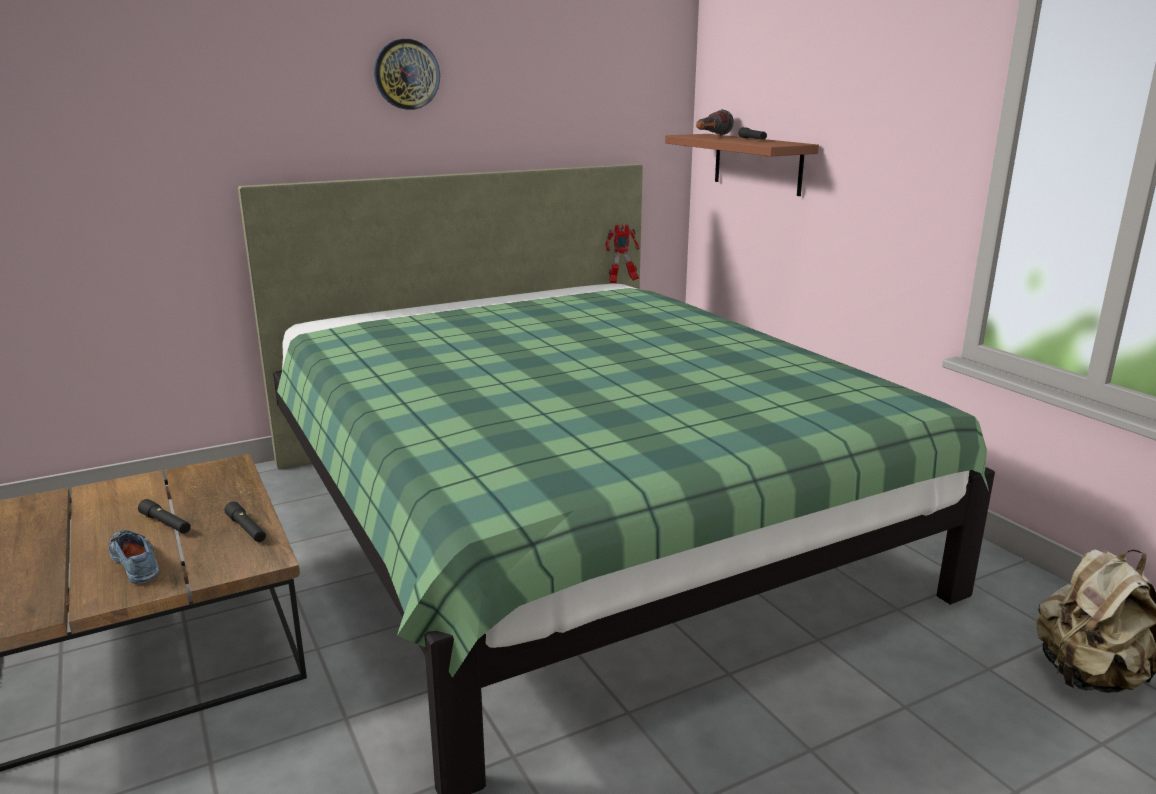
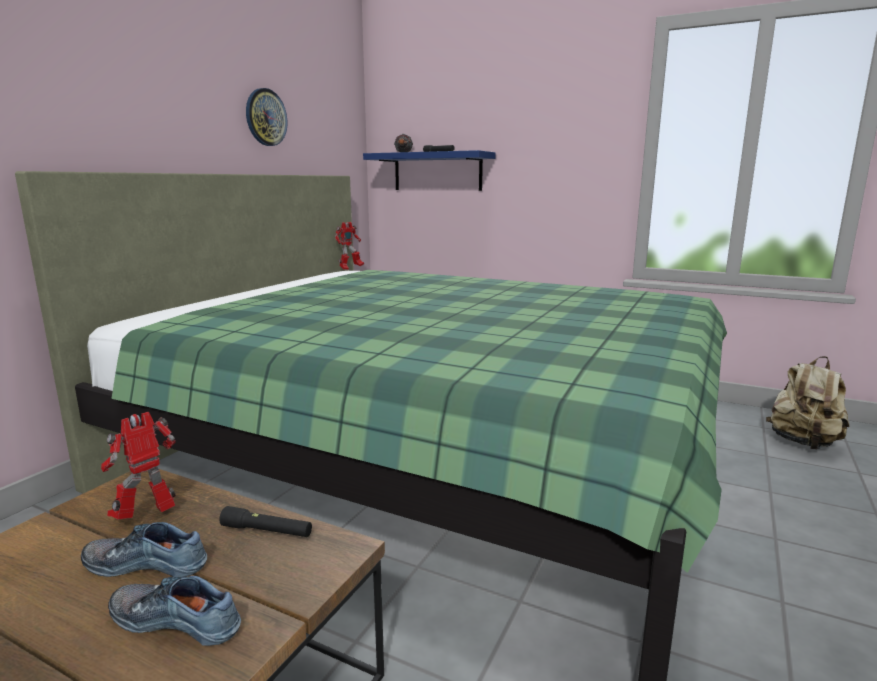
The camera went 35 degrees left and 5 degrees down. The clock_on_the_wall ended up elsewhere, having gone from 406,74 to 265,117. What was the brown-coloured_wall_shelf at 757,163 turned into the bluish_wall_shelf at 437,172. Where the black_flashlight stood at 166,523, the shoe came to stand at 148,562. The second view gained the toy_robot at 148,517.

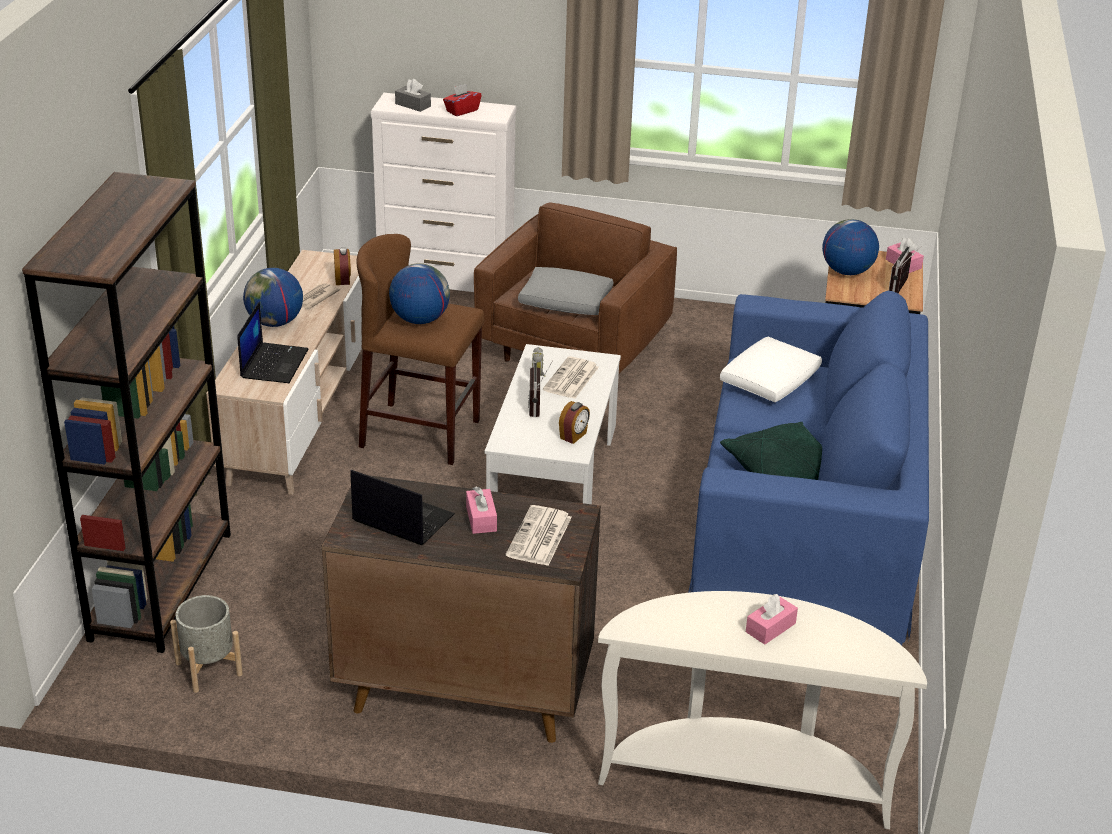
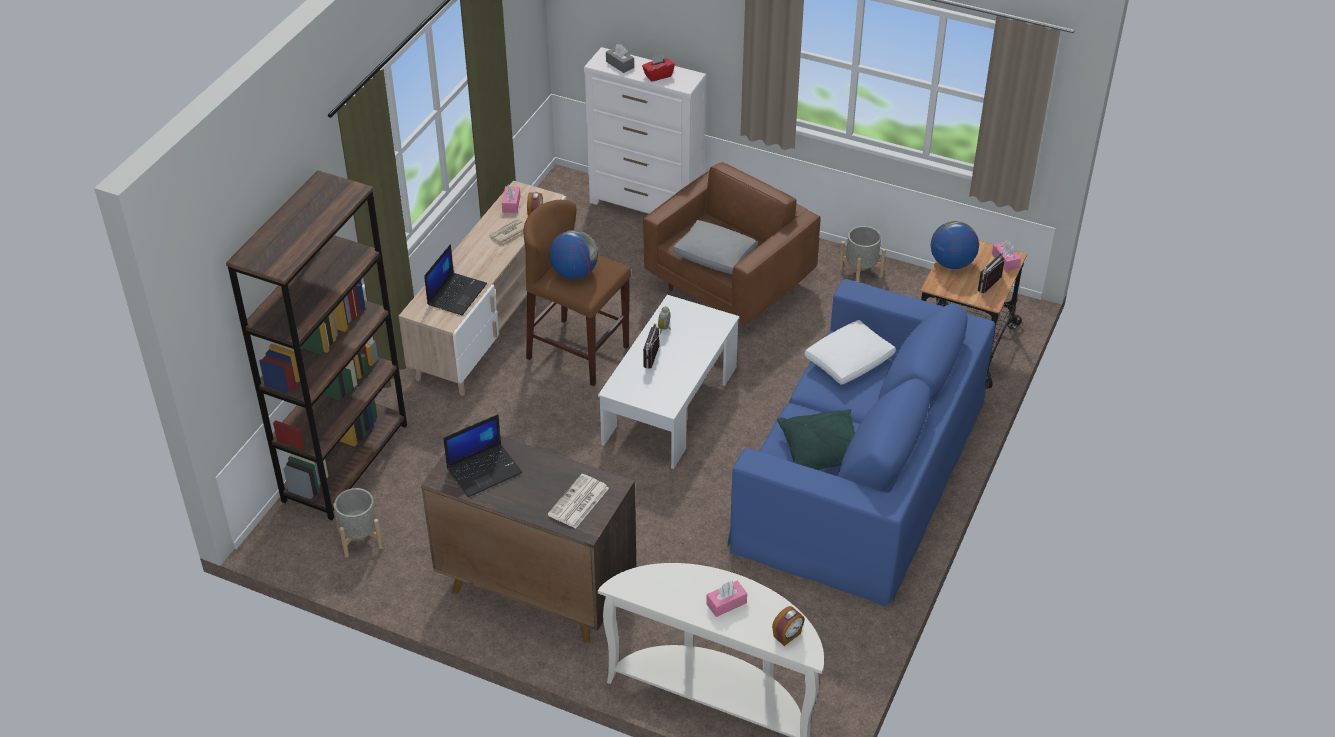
The camera went 15 degrees right and 10 degrees up. The second view lost the globe at 275,323. The second view lost the newspaper at 571,379. The alarm_clock ended up elsewhere, having gone from 574,436 to 787,635. The notebook_computer at 401,518 ended up facing another way, 105 degrees clockwise from before. The pink_tissue_holder ended up elsewhere, having gone from 481,519 to 511,204. The second view gained the grey_plant_pot at 860,272.

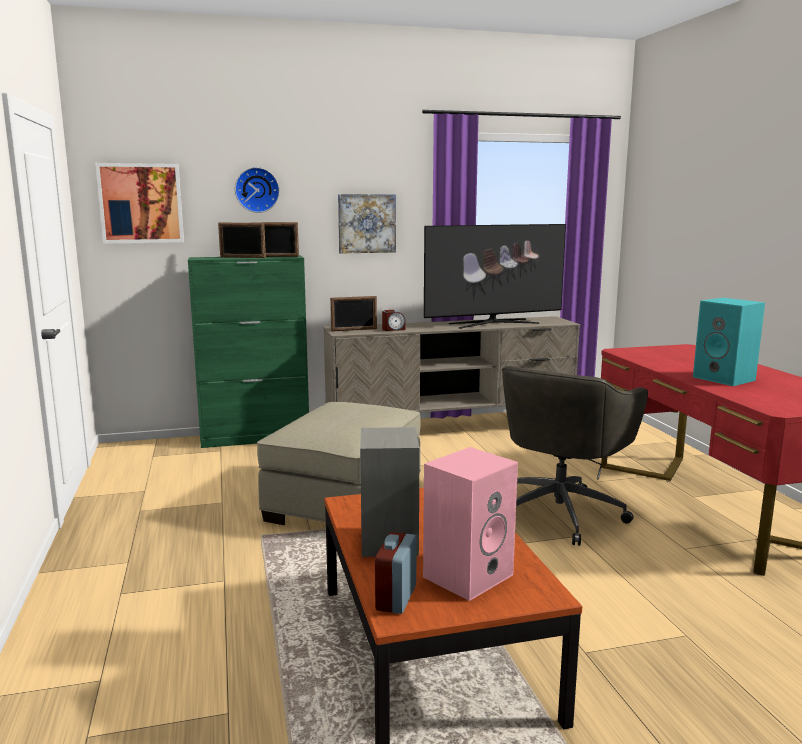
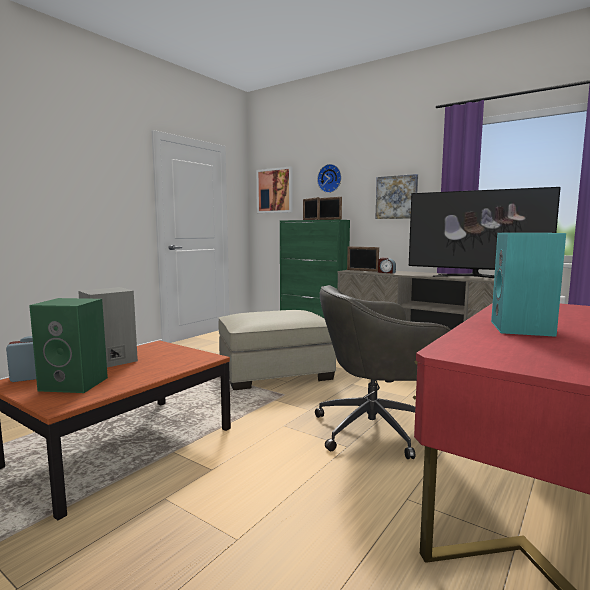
The camera went 50 degrees right and 5 degrees down. What was the pink_loudspeaker at 468,574 turned into the green_loudspeaker at 76,384.

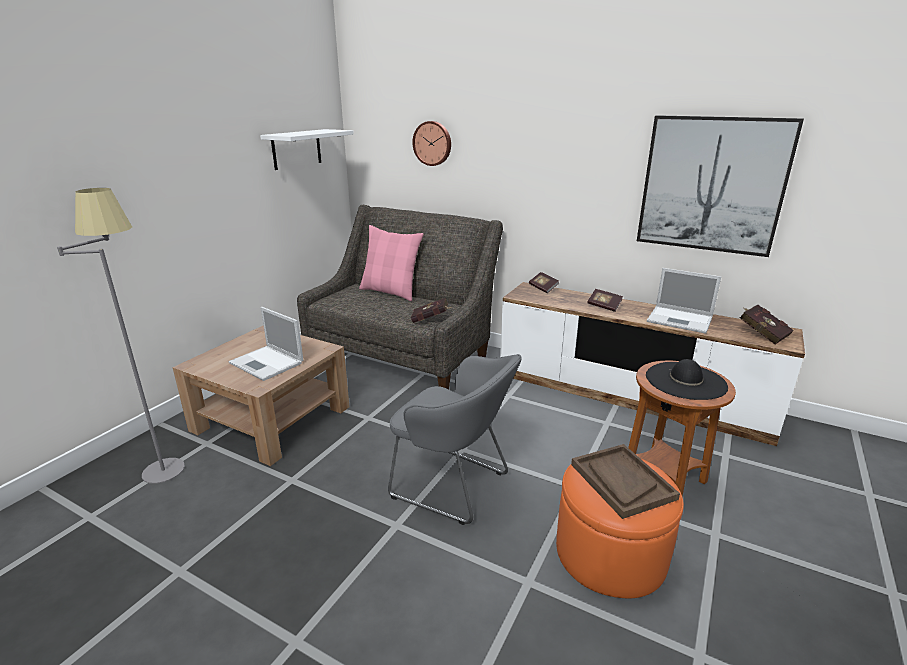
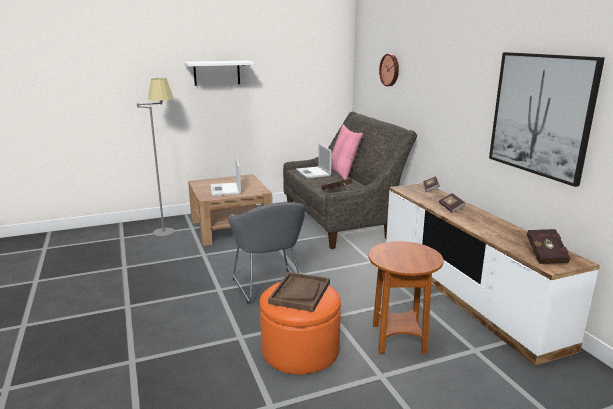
The camera went 40 degrees right and 5 degrees down. The whitish_wall_shelf ended up elsewhere, having gone from 296,149 to 217,73. The notebook_computer ended up elsewhere, having gone from 681,320 to 313,173. The second view lost the black_hat at 685,381.

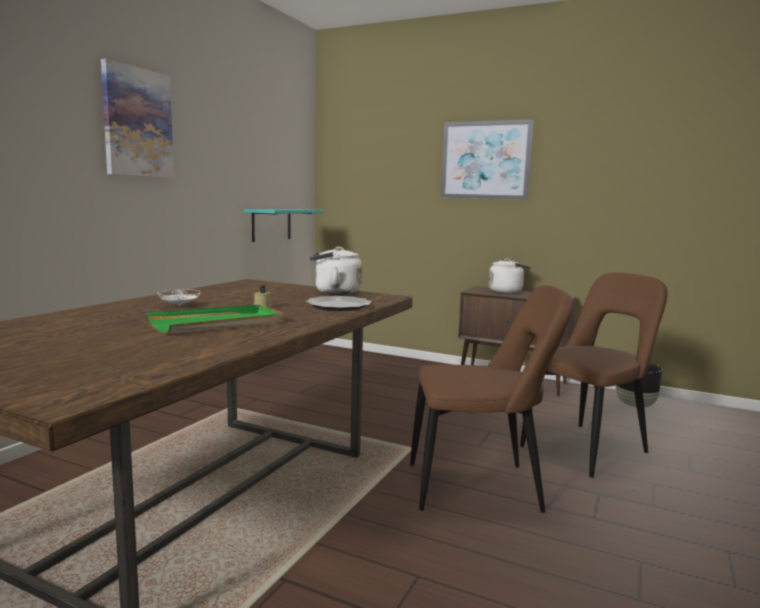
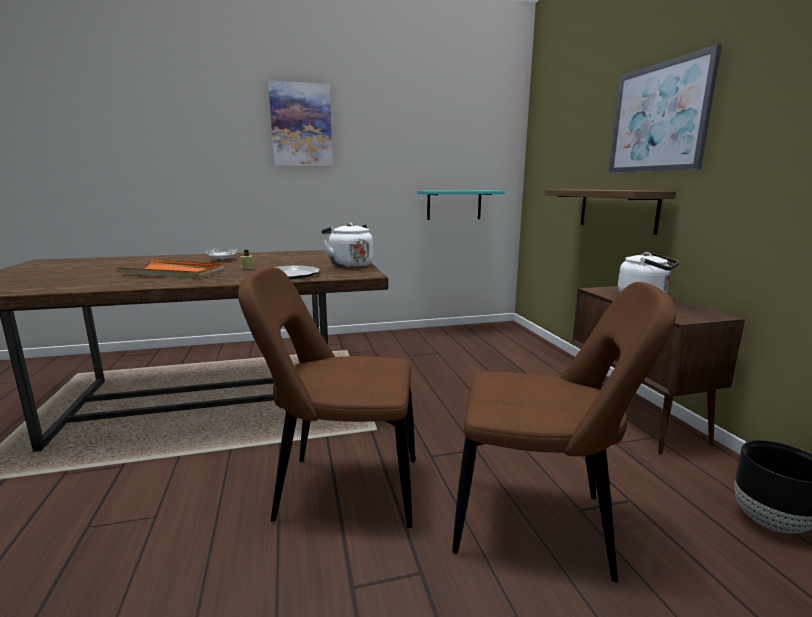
The camera went 50 degrees right and 5 degrees up. The brown-coloured_plain_chair at 480,487 ended up facing another way, 135 degrees clockwise from before. What was the green_tray at 218,323 turned into the orange_tray at 173,273. The second view gained the wall_shelf at 617,209.

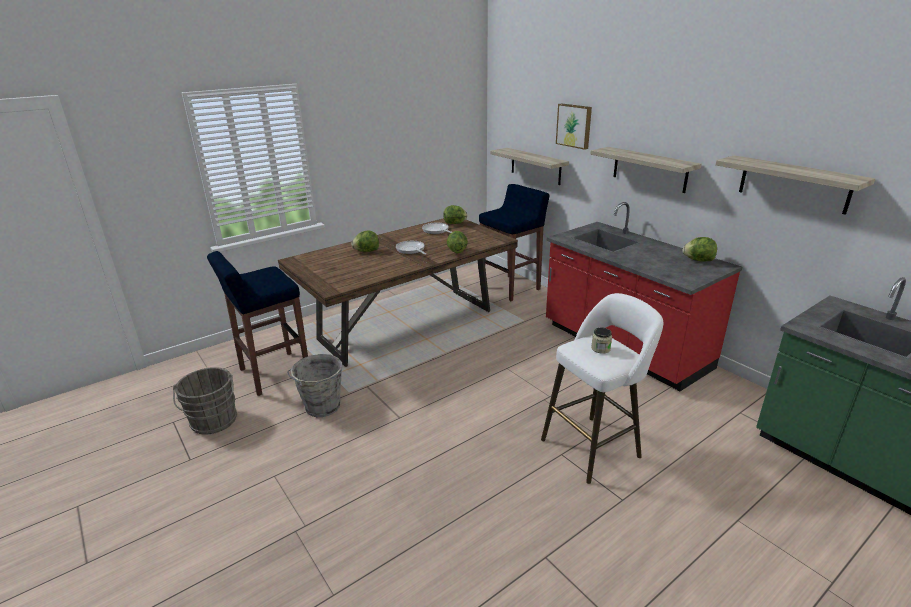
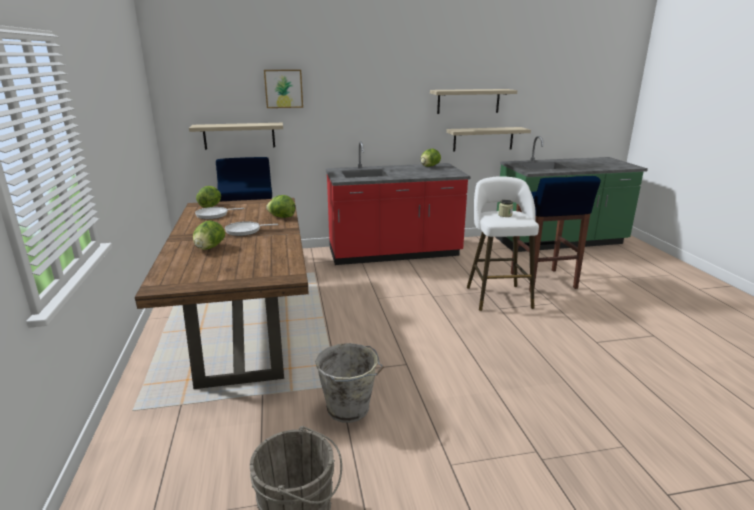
The camera went 65 degrees left and 5 degrees down. The wall_shelf ended up elsewhere, having gone from 649,169 to 483,139. The bluish_sitting_stool ended up elsewhere, having gone from 273,373 to 543,281.

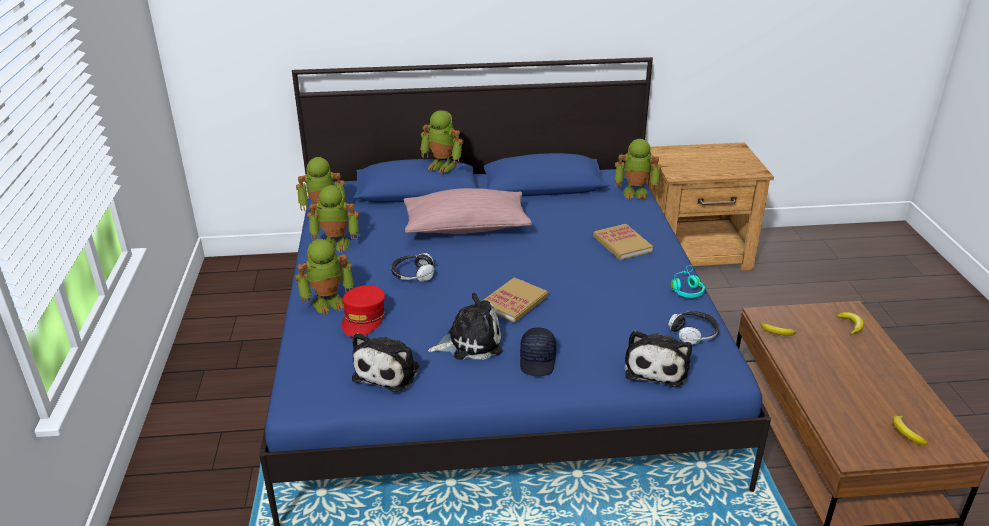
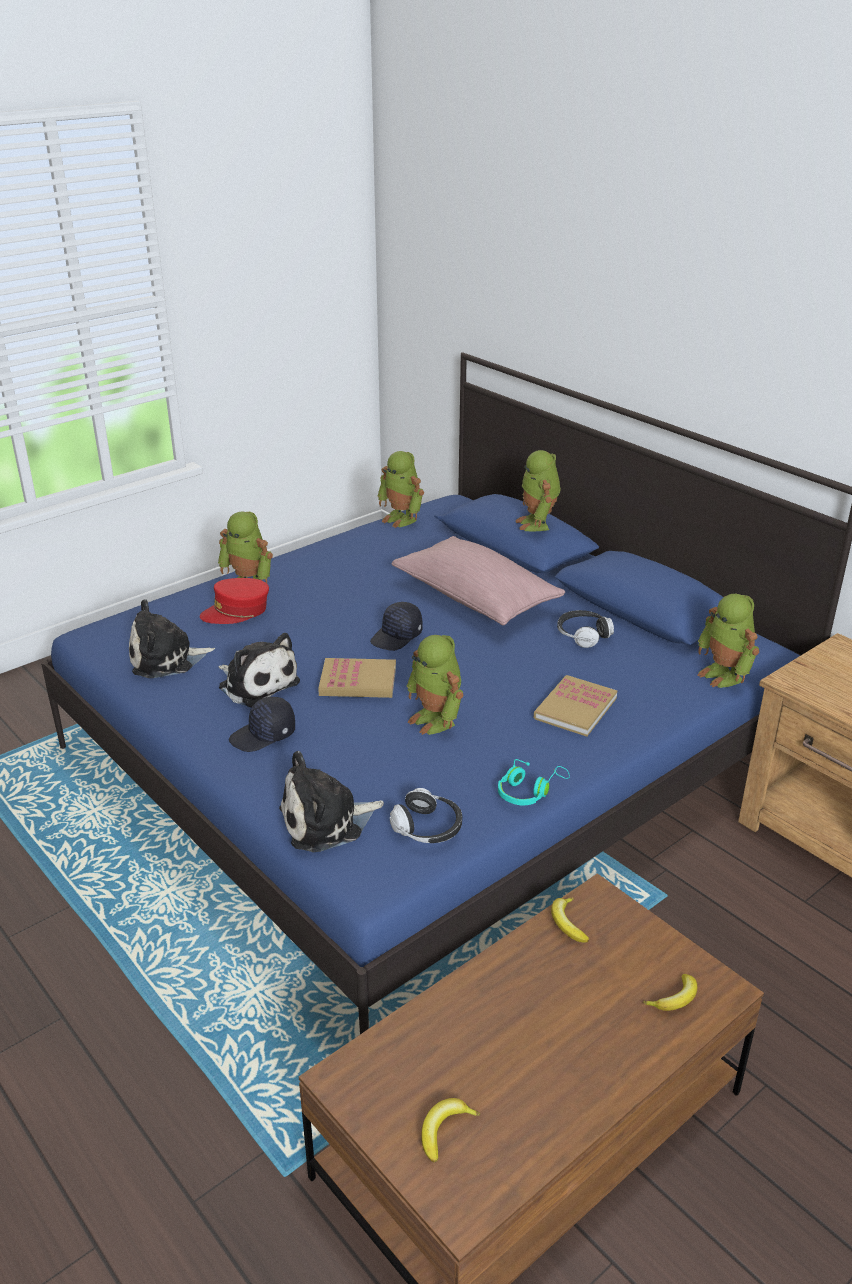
The camera went 55 degrees right and 0 degrees up. The toy_robot ended up elsewhere, having gone from 336,243 to 436,719. The pair_of_headphones ended up elsewhere, having gone from 413,275 to 583,635. The second view gained the black_baseball_cap at 397,637.

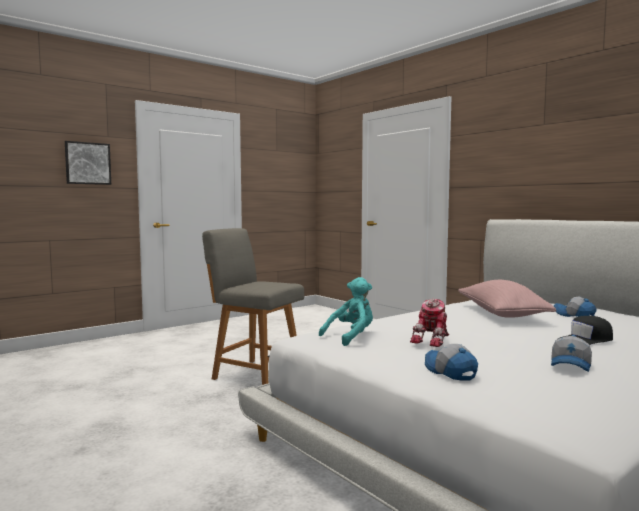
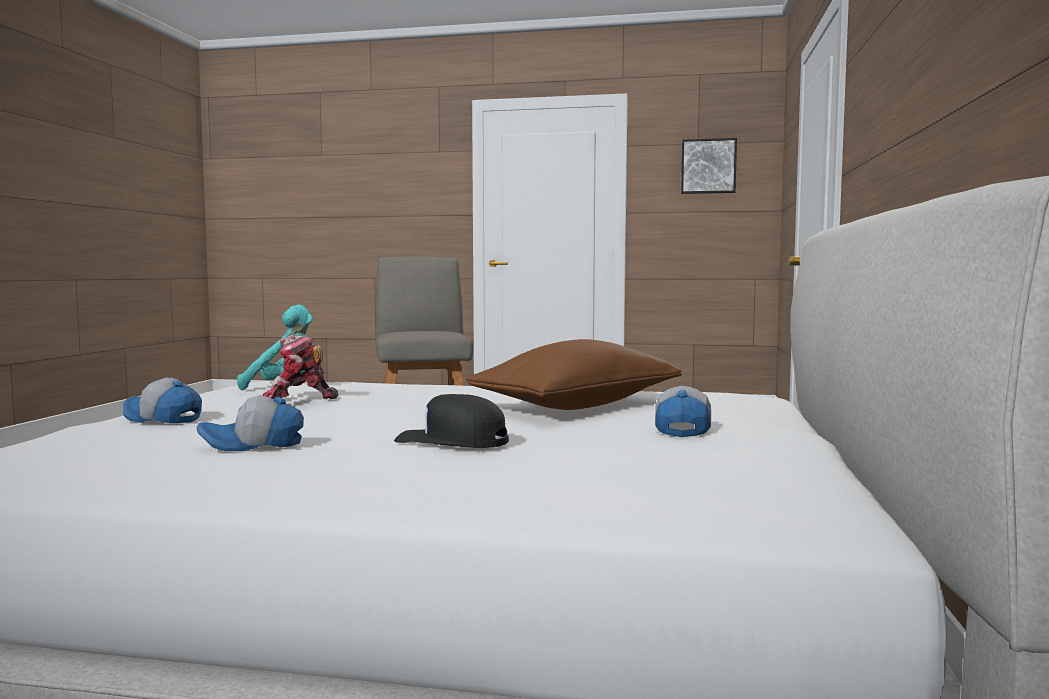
The camera went 50 degrees right and 0 degrees up. The wall_picture ended up elsewhere, having gone from 87,163 to 708,166. What was the pink_cushion at 501,314 turned into the brown-coloured_cushion at 577,406. The baseball_cap at 449,372 ended up facing another way, 90 degrees counterclockwise from before.

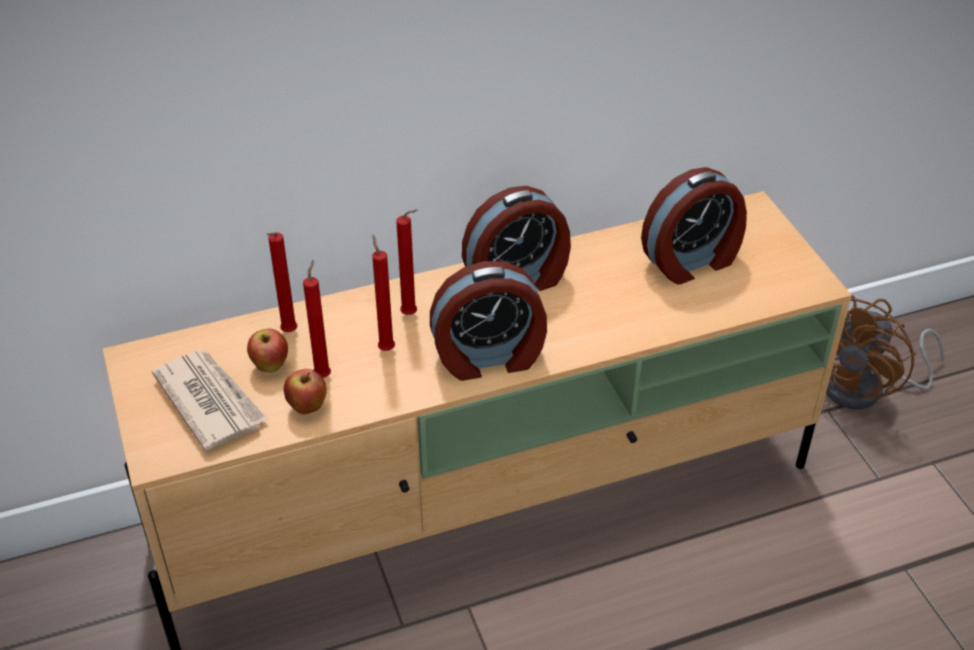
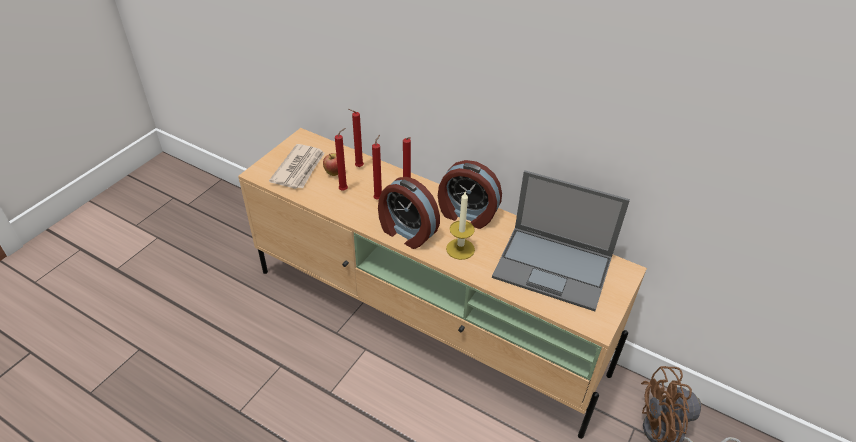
The camera went 50 degrees right and 0 degrees up. Where the alarm_clock stood at 692,261, the notebook_computer came to stand at 554,267. The second view lost the apple at 307,407. The second view gained the candle at 460,249.

